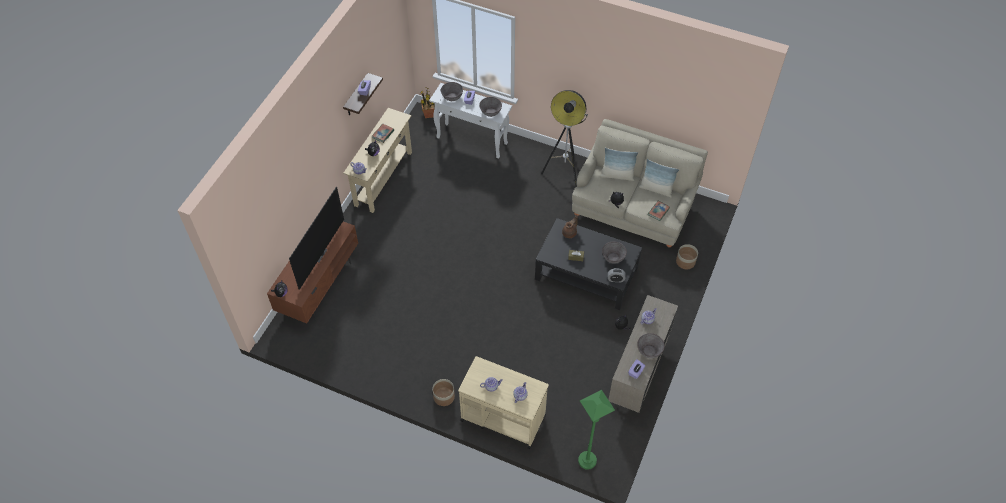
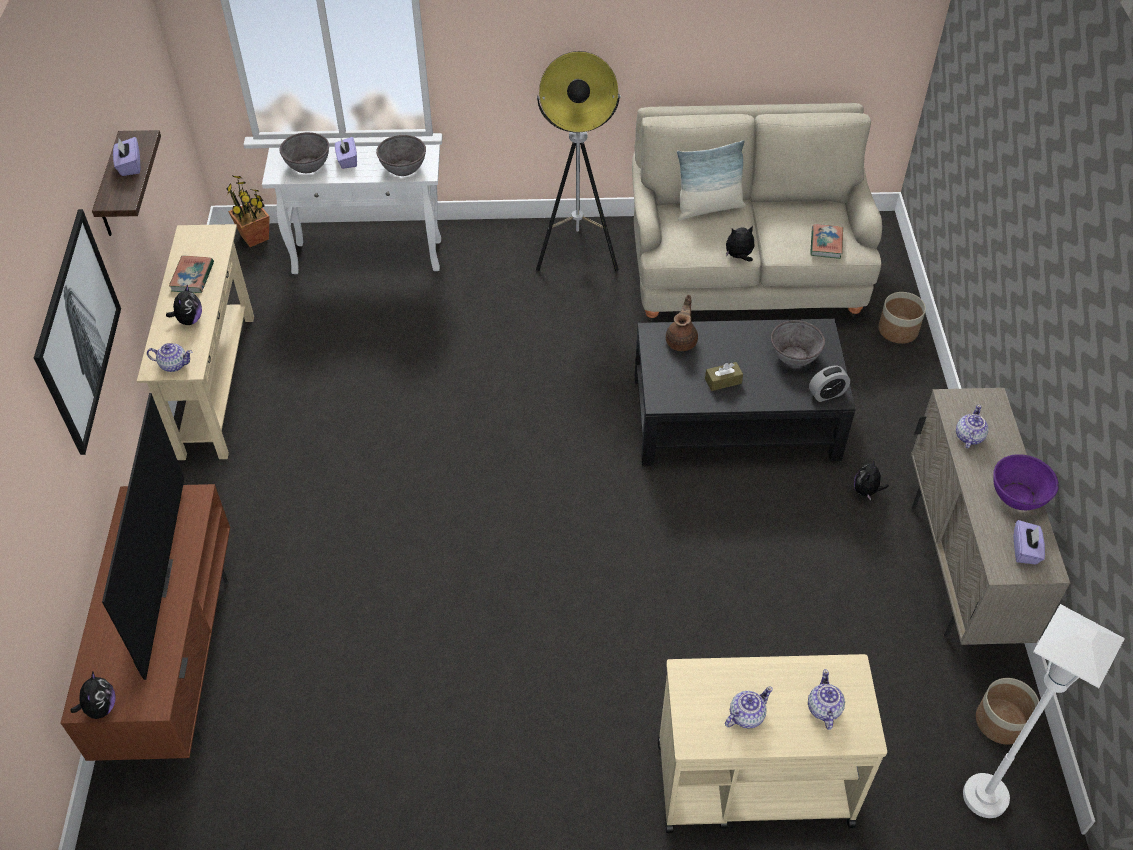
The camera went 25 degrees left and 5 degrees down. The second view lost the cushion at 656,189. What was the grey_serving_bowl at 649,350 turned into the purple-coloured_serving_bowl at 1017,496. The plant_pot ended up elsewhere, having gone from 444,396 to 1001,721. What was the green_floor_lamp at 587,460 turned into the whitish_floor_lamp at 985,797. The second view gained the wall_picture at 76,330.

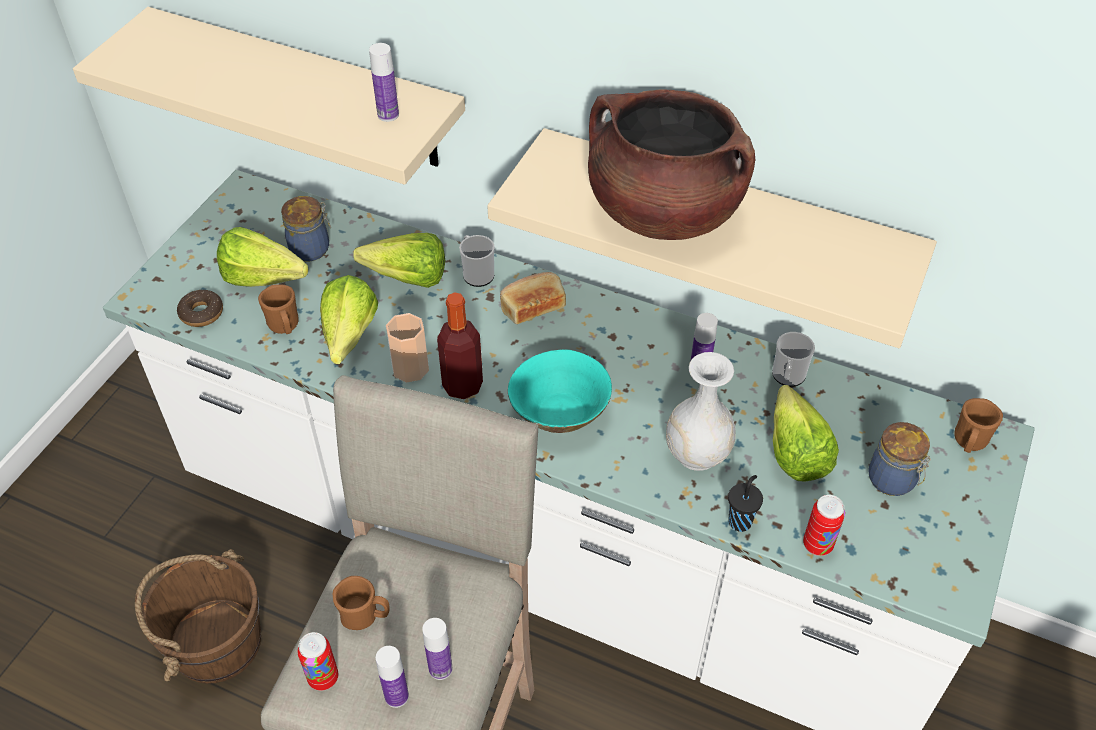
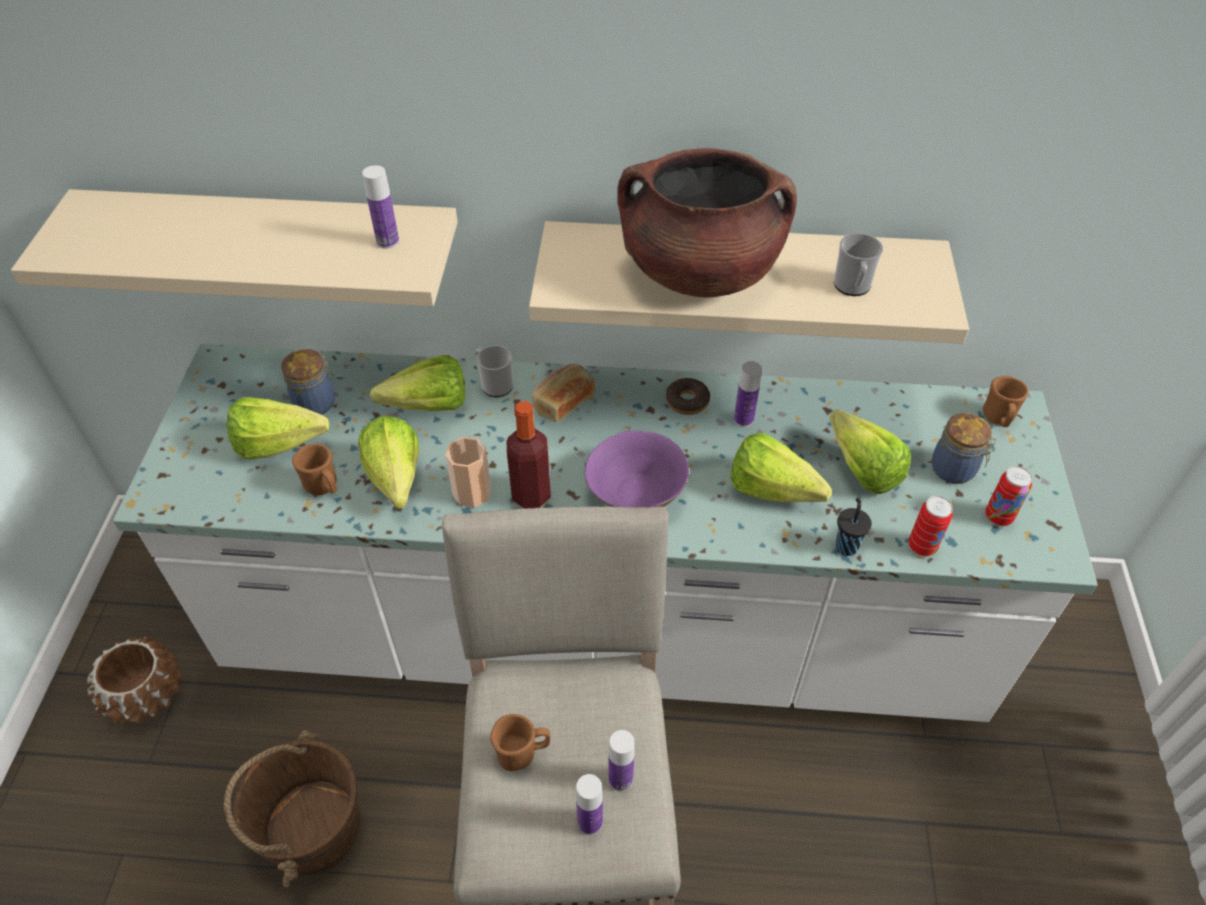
The camera went 20 degrees left and 0 degrees up. The doughnut ended up elsewhere, having gone from 201,313 to 687,401. The mug ended up elsewhere, having gone from 787,377 to 852,287. What was the blue-green_serving_bowl at 559,412 turned into the purple-coloured_serving_bowl at 635,494. Where the whitish_flower_vase stood at 697,453, the lettuce_head came to stand at 778,495. The can ended up elsewhere, having gone from 323,678 to 998,517. The second view gained the brown-coloured_plant_pot at 146,694.

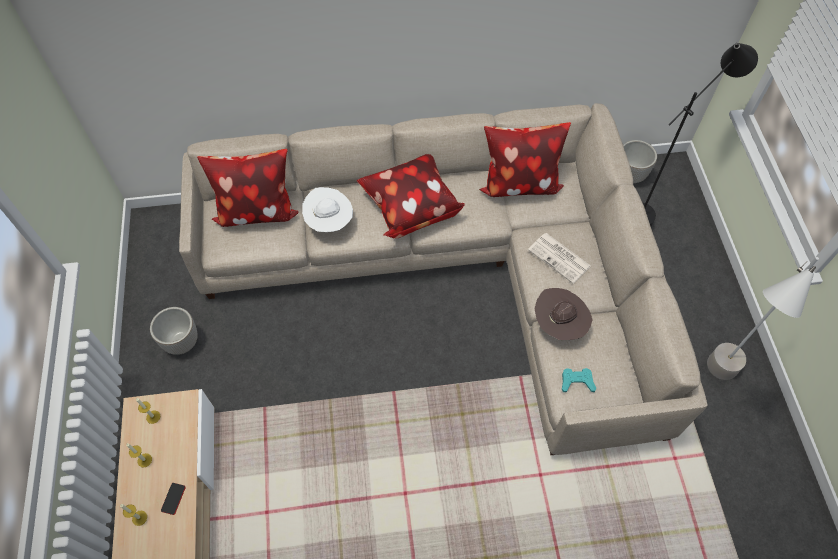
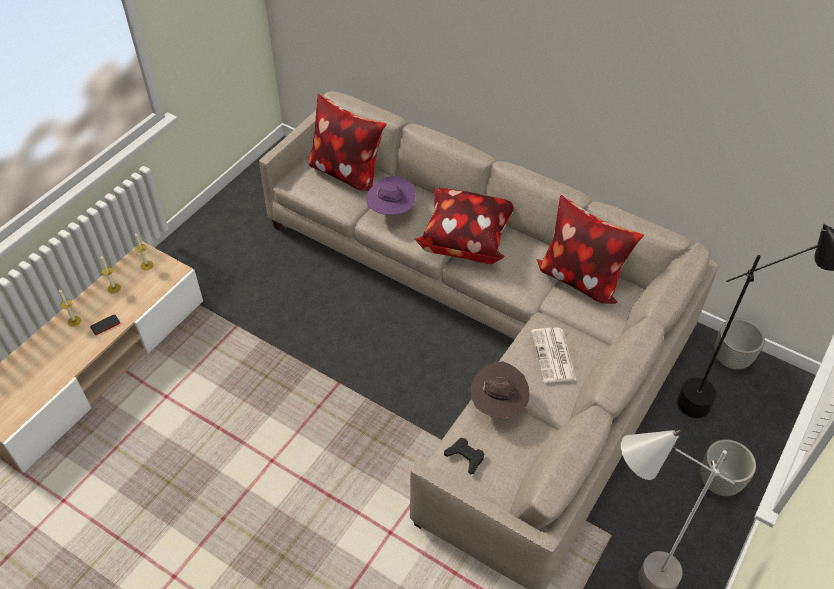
The camera went 40 degrees right and 10 degrees down. What was the whitish_hat at 329,222 turned into the purple-coloured_hat at 391,211. The plant_pot ended up elsewhere, having gone from 182,342 to 719,482. What was the blue-green_game_controller at 577,381 turned into the black_game_controller at 465,457.

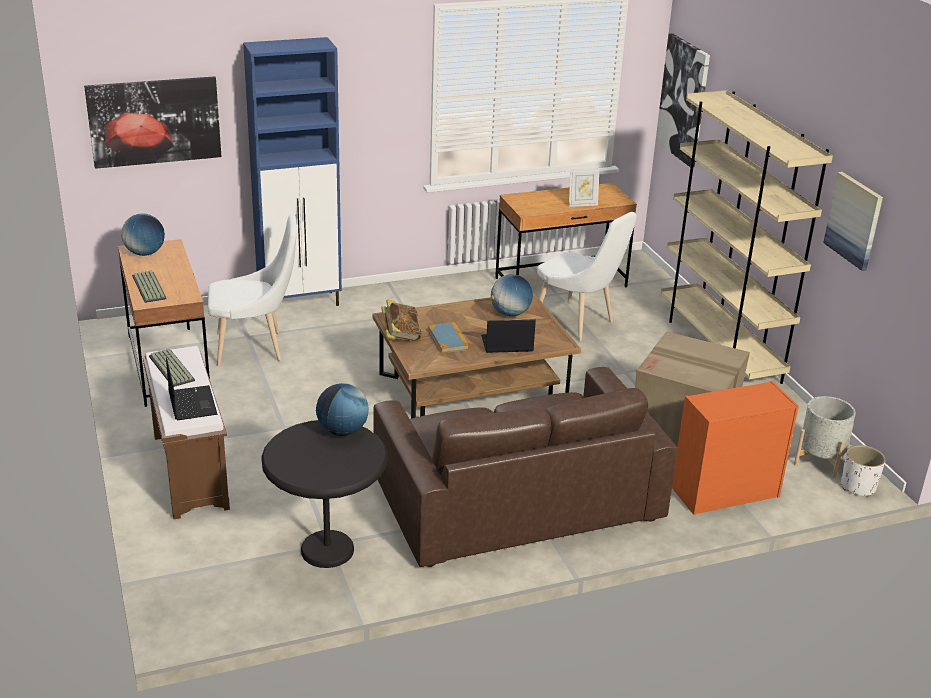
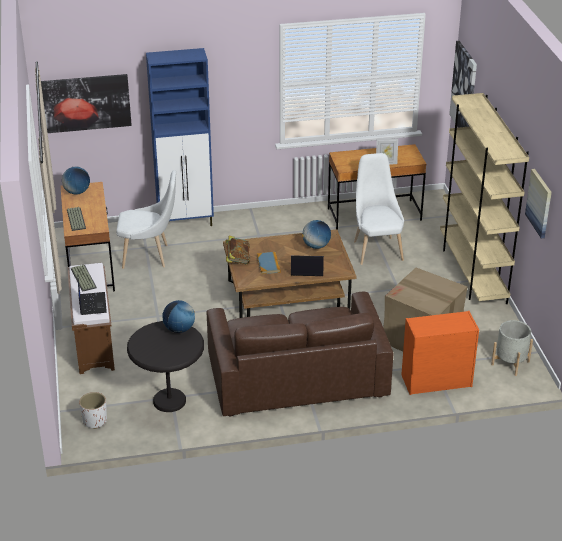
The camera went 10 degrees right and 5 degrees up. The whitish_plain_chair at 578,323 ended up facing another way, 150 degrees counterclockwise from before. The whitish_plant_pot ended up elsewhere, having gone from 857,487 to 94,421.

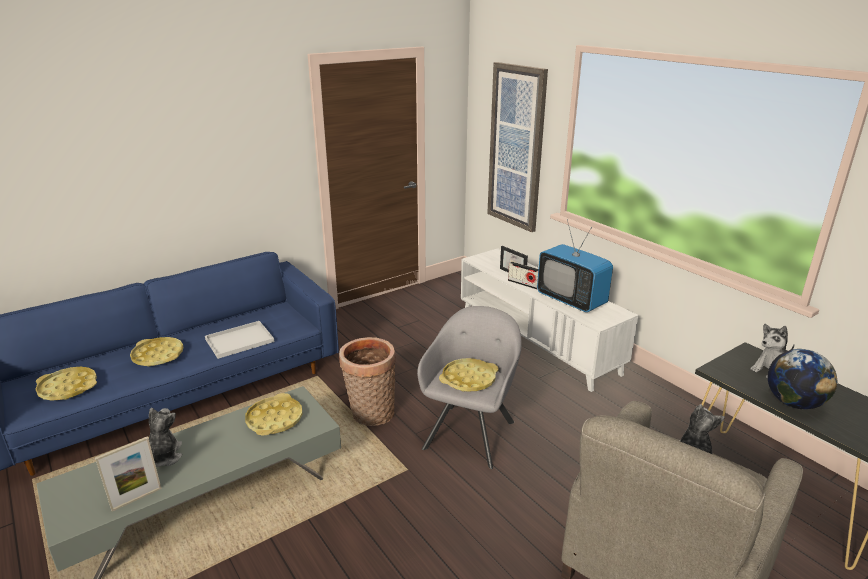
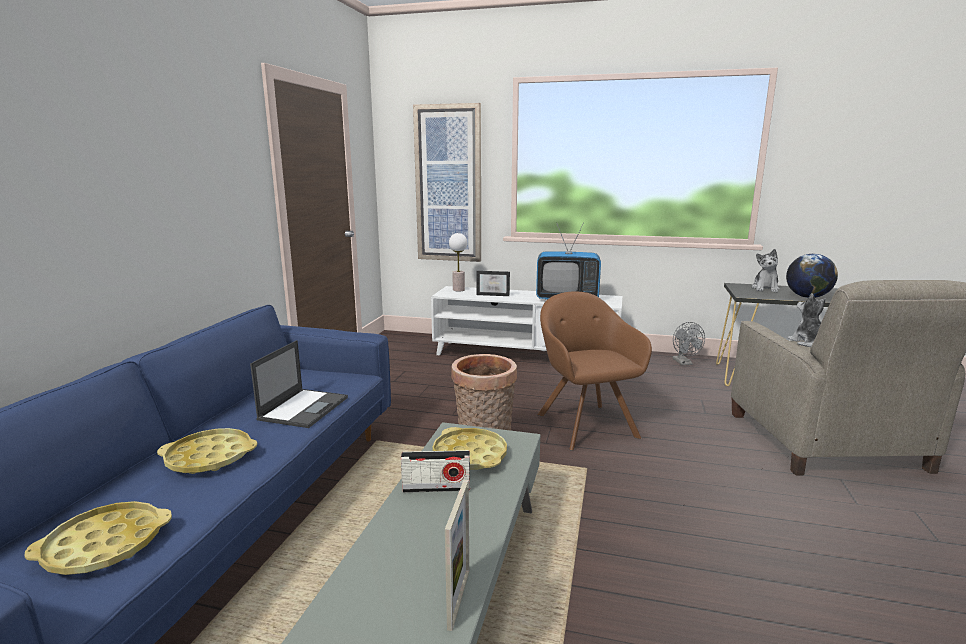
The camera went 40 degrees left and 10 degrees down. The radio_set ended up elsewhere, having gone from 523,284 to 436,488. What was the grey_armchair at 471,432 turned into the brown-coloured_armchair at 584,423. Where the whitish_tray stood at 240,340, the notebook_computer came to stand at 304,408. The second view lost the yellowish_tray at 469,379. The second view lost the soft_toy at 163,457. The second view gained the table_lamp at 458,290. The second view gained the grey_cooling_fan at 684,363.

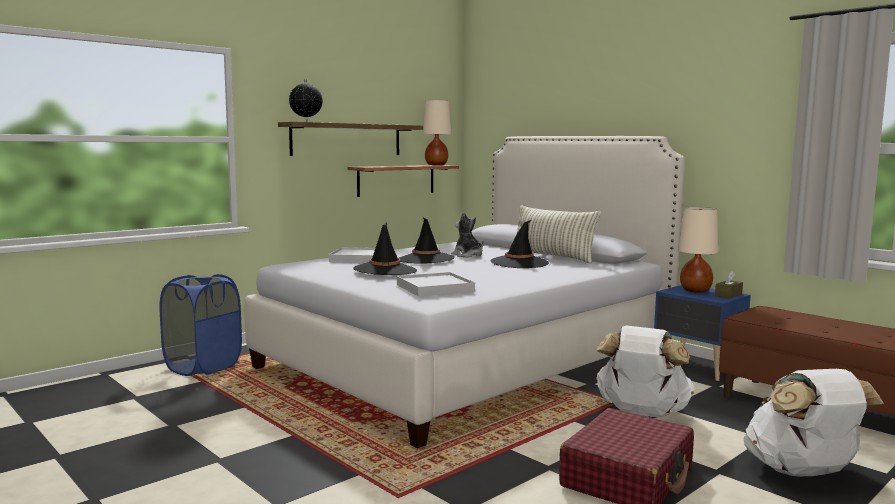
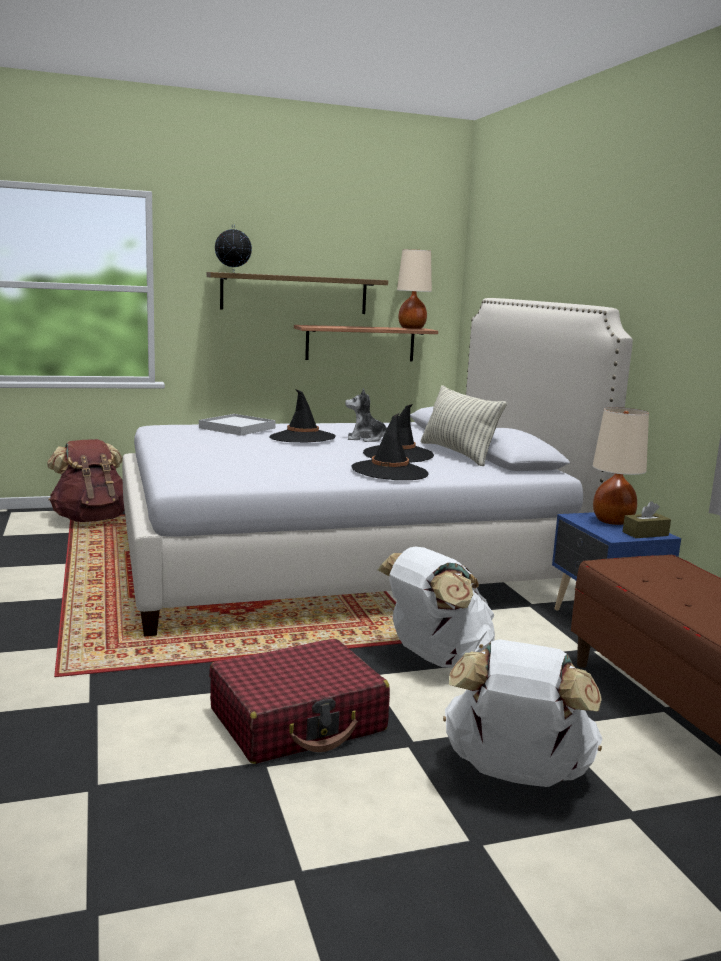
The camera went 25 degrees right and 5 degrees up. The soft_toy at 467,255 ended up facing another way, 75 degrees counterclockwise from before. The black_hat ended up elsewhere, having gone from 385,270 to 390,471. The second view lost the whitish_tray at 434,288. Where the bluish_laundry_basket stood at 203,367, the brown-coloured_knapsack came to stand at 91,519.

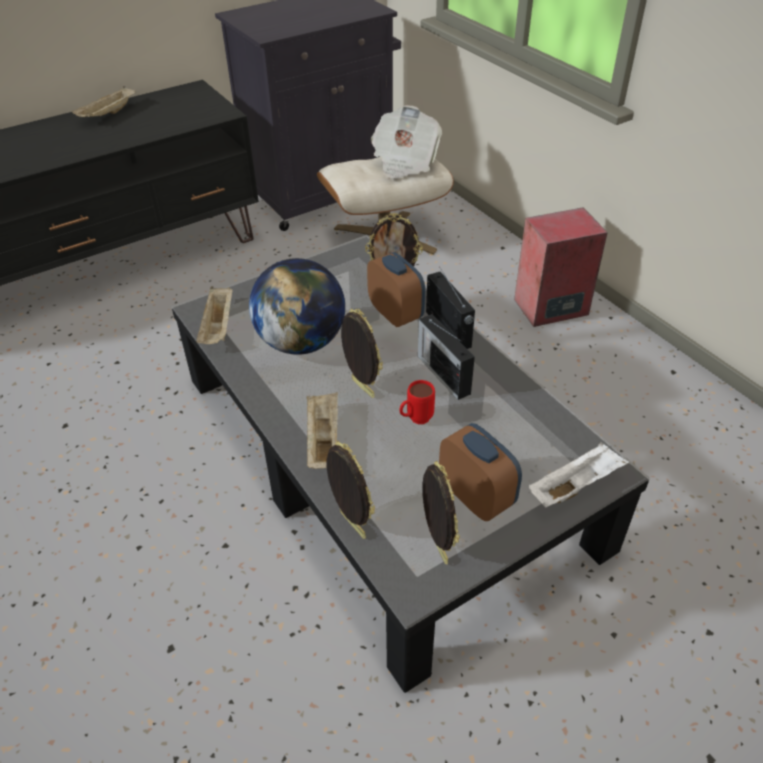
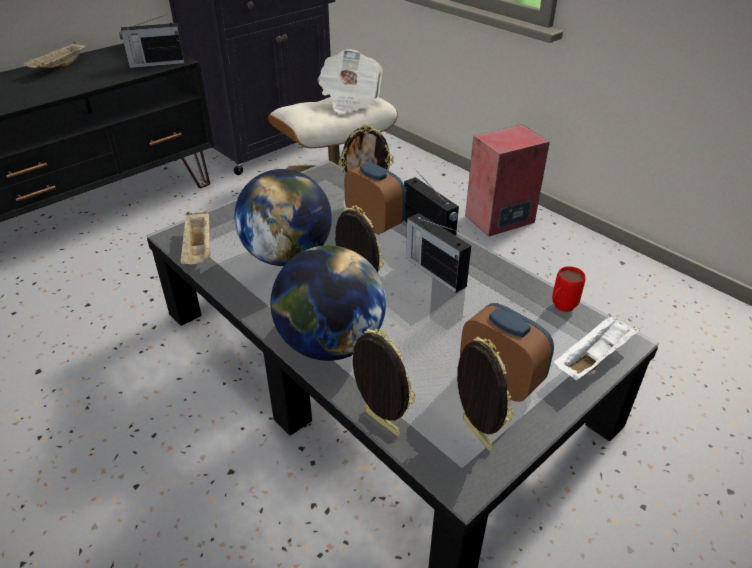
The camera went 10 degrees left and 5 degrees down. The reddish_mug ended up elsewhere, having gone from 415,420 to 560,308. Where the beige_tray stood at 323,440, the globe came to stand at 330,344. The second view gained the radio_set at 156,63.

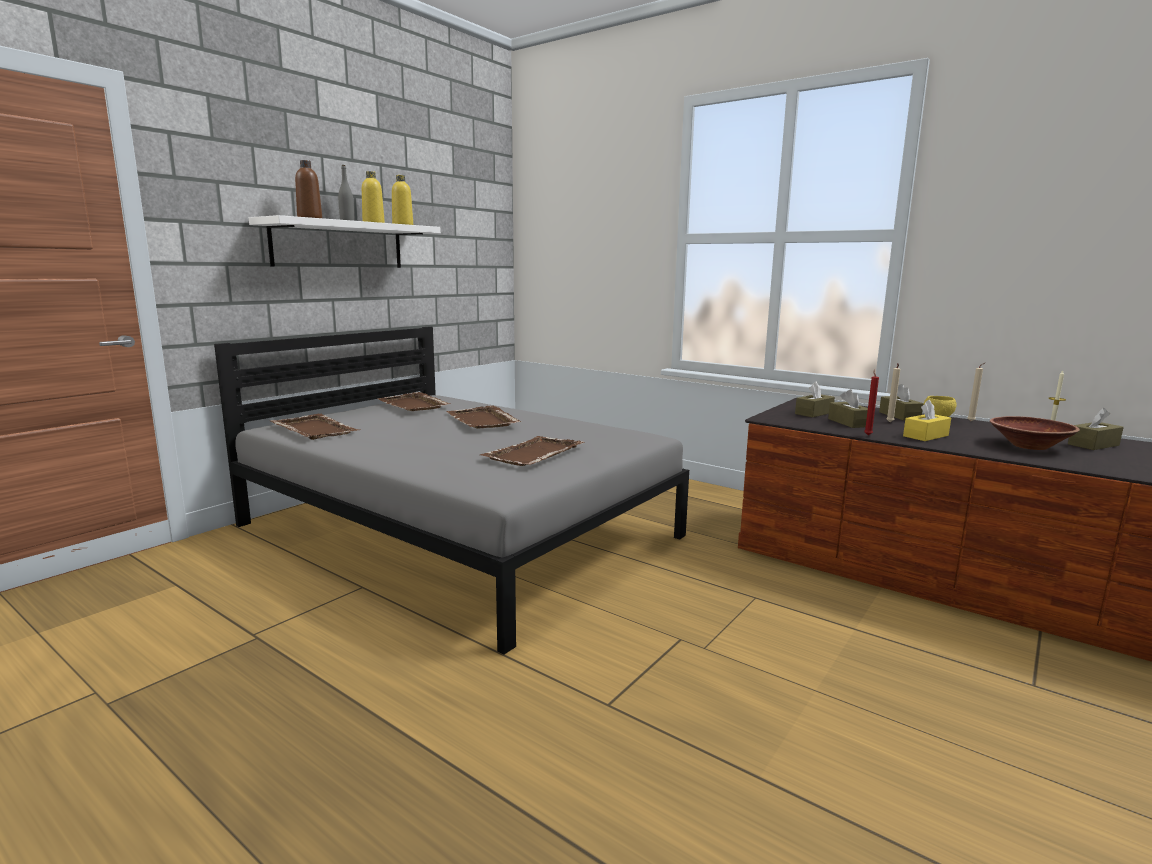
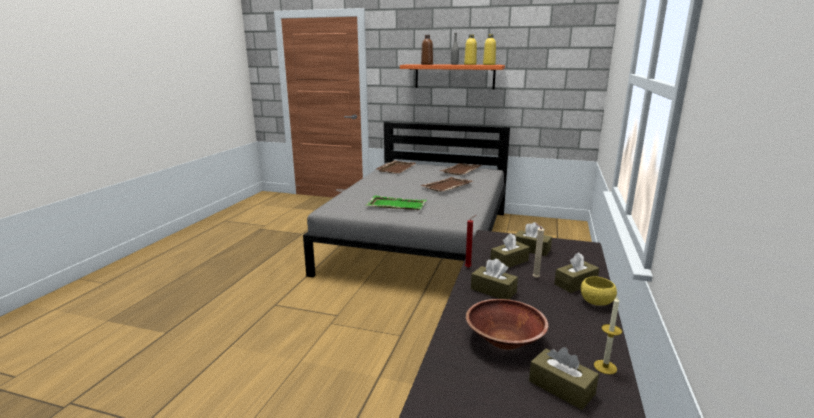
The camera went 70 degrees right and 5 degrees up. What was the whitish_wall_shelf at 339,245 turned into the orange_wall_shelf at 454,76. The second view lost the beige_candle at 972,421. What was the yellowish_tissue_holder at 925,436 turned into the brown-coloured_tissue_holder at 493,290. What was the brown-coloured_tray at 533,454 turned into the green_tray at 396,205.

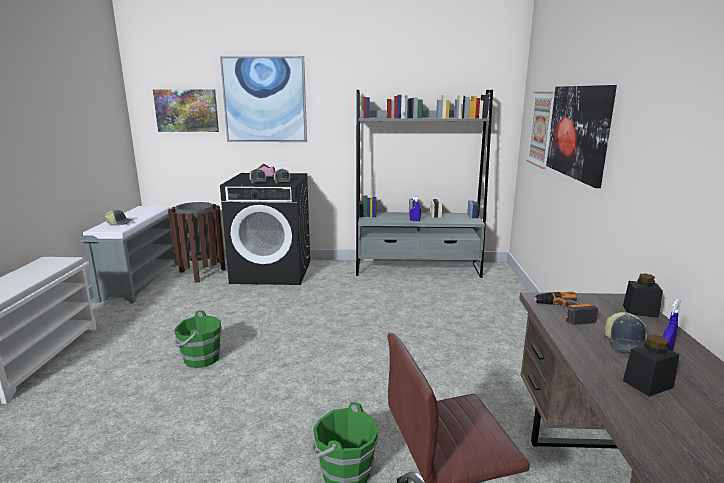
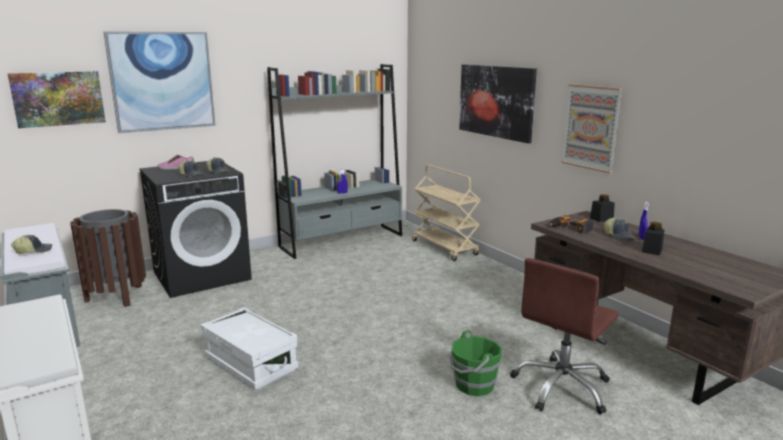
The camera went 35 degrees left and 0 degrees up. The wall_picture ended up elsewhere, having gone from 541,129 to 591,127. Where the green_pail stood at 200,359, the whitish_storage_box came to stand at 251,364. The second view gained the beige_cart at 445,248.

